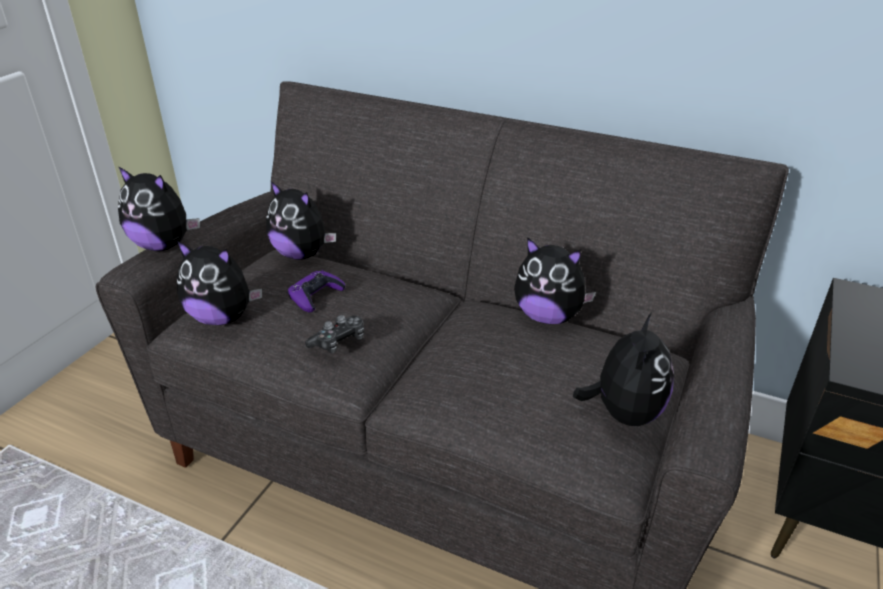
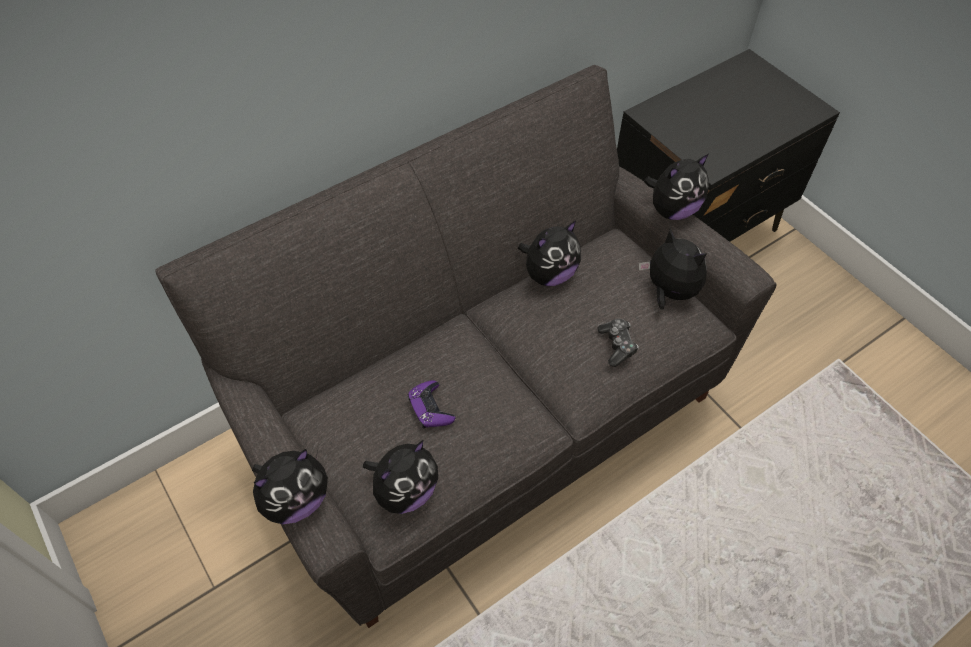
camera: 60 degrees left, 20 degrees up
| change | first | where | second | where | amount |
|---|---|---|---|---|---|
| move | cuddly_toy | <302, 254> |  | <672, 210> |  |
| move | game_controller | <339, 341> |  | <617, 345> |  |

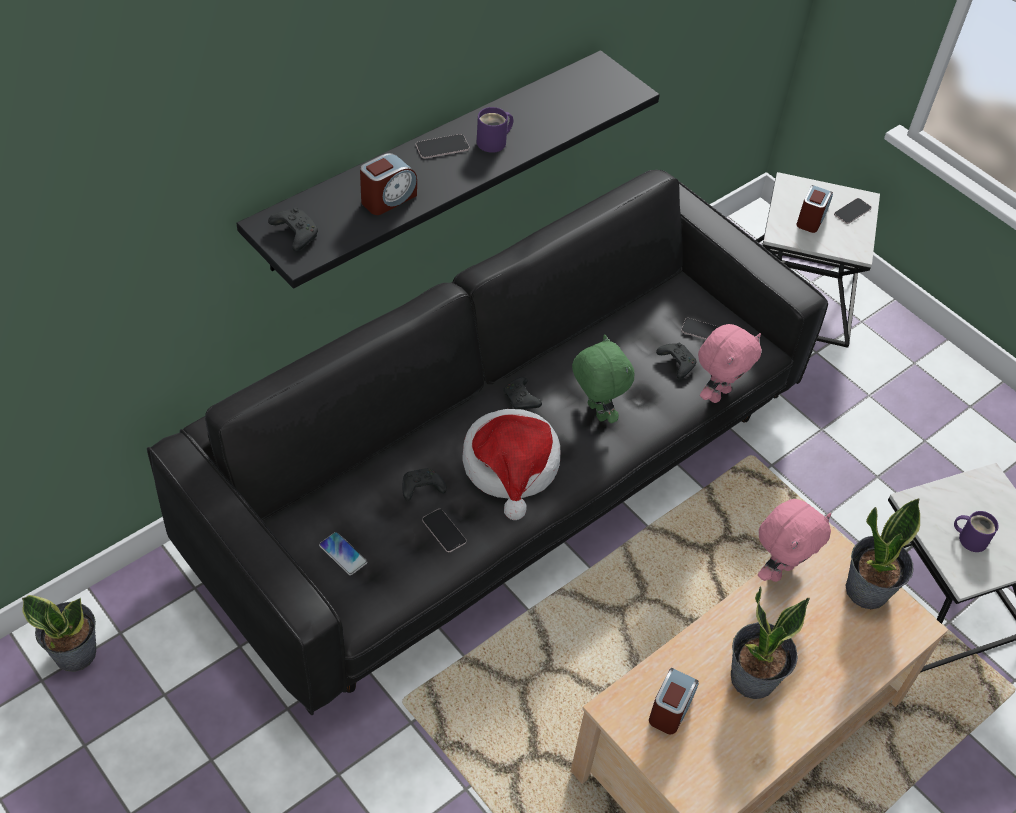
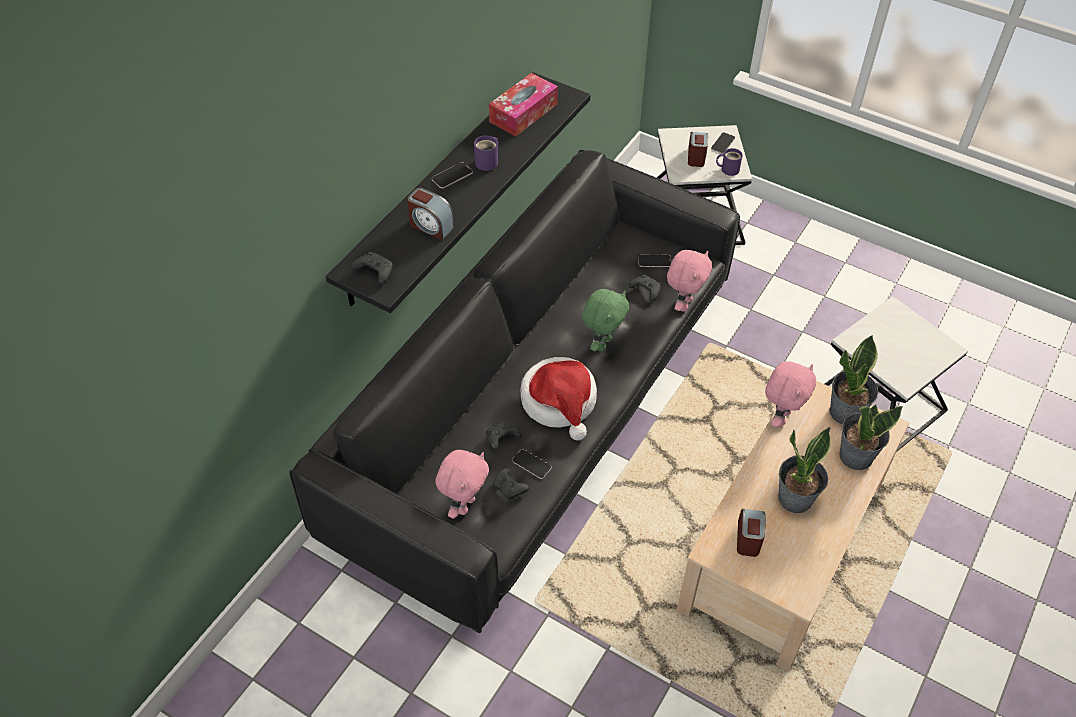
camera: 15 degrees left, 0 degrees up
| change | first | where | second | where | amount |
|---|---|---|---|---|---|
| move | plant_in_a_pot | <75, 652> |  | <855, 455> |  |
| replace | phone | <343, 554> | pink_cuddly_toy | <465, 505> |  |
| rotate | table_clock | <388, 199> |  | <431, 226> | 90 degrees clockwise |
| move | black-coloured_game_controller | <521, 400> |  | <510, 488> |  |
| rotate | greenish_cuddly_toy | <595, 412> |  | <602, 343> | 75 degrees clockwise |
| move | purple_coffee_mug | <970, 538> |  | <728, 169> |  |
| insert |  |  | box_of_tissues | <523, 113> |  |

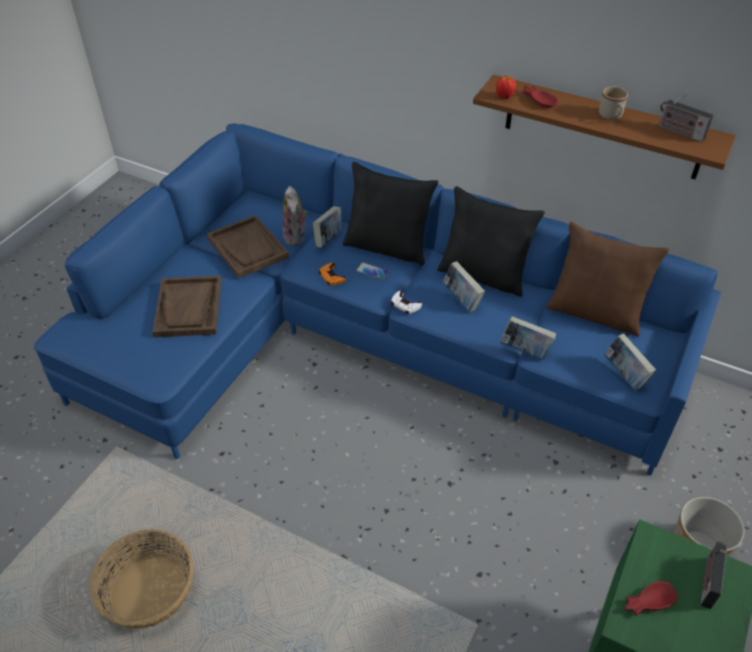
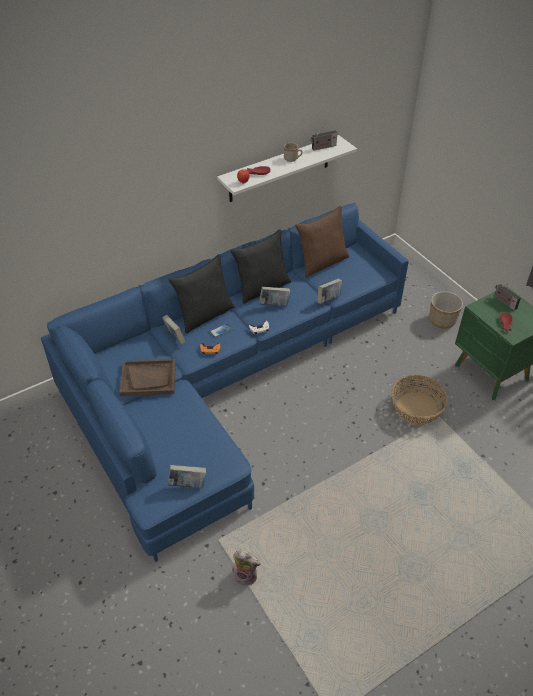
camera: 60 degrees left, 0 degrees up
| change | first | where | second | where | amount |
|---|---|---|---|---|---|
| move | basket | <150, 590> |  | <416, 408> |  |
| delete | brown-coloured_carrying_tray | <189, 308> |  |  |  |
| move | cuddly_toy | <296, 237> |  | <246, 575> |  |
| recolor | brown-coloured_bracket_shelf | <602, 128> | white_bracket_shelf | <279, 169> |  |
| move | volume | <624, 375> |  | <188, 484> |  |

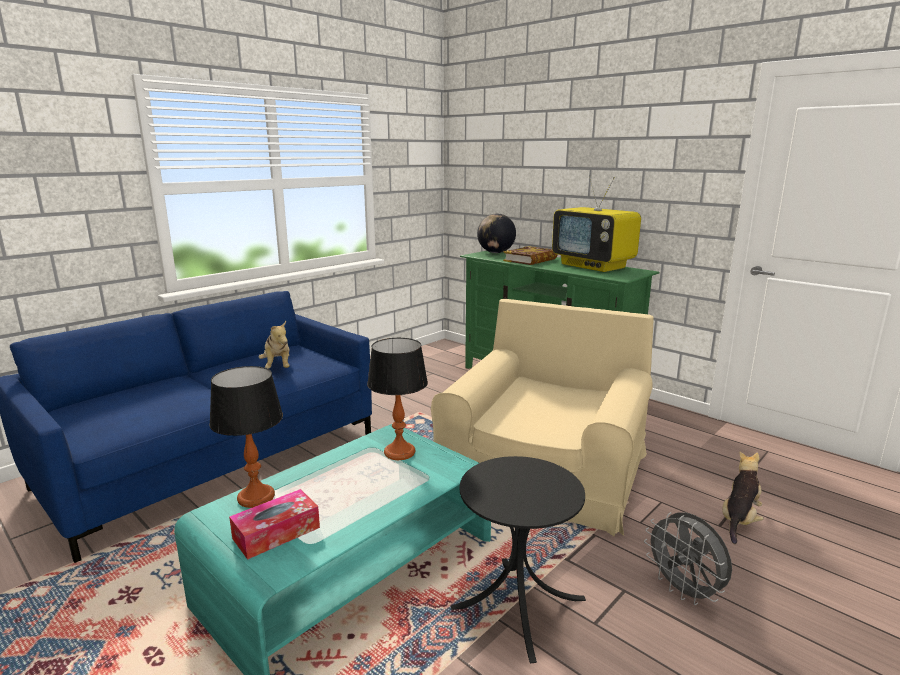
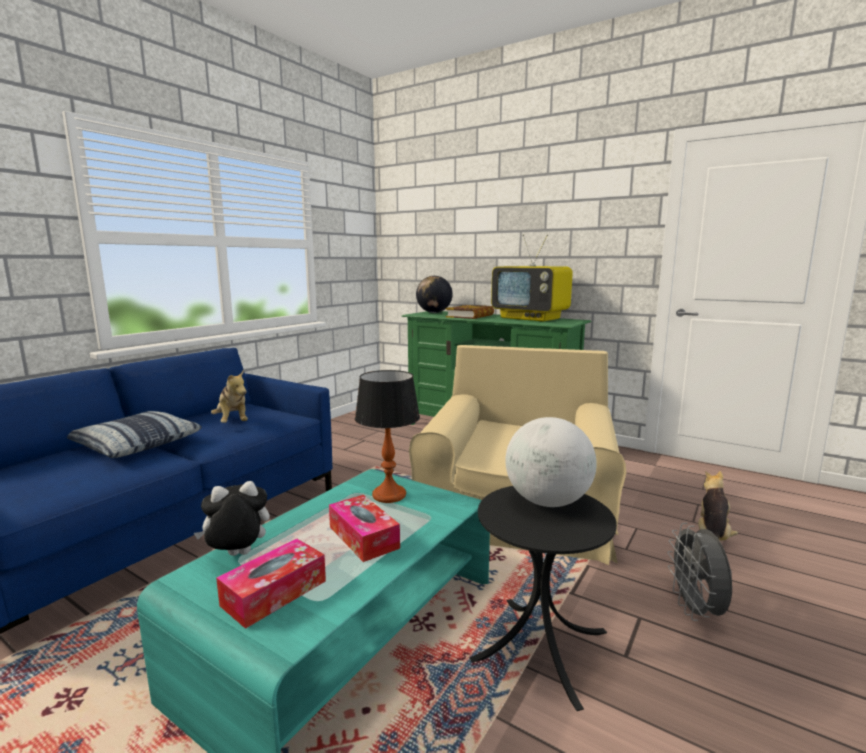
camera: 10 degrees left, 5 degrees down
| change | first | where | second | where | amount |
|---|---|---|---|---|---|
| replace | lamp_for_a_table | <255, 497> | cuddly_toy | <237, 556> |  |
| rotate | grey_cooling_fan | <684, 591> |  | <696, 611> | 45 degrees clockwise |
| insert |  |  | pillow | <134, 445> |  |
| insert |  |  | box_of_tissues | <363, 537> |  |
| insert |  |  | world_globe | <548, 502> |  |

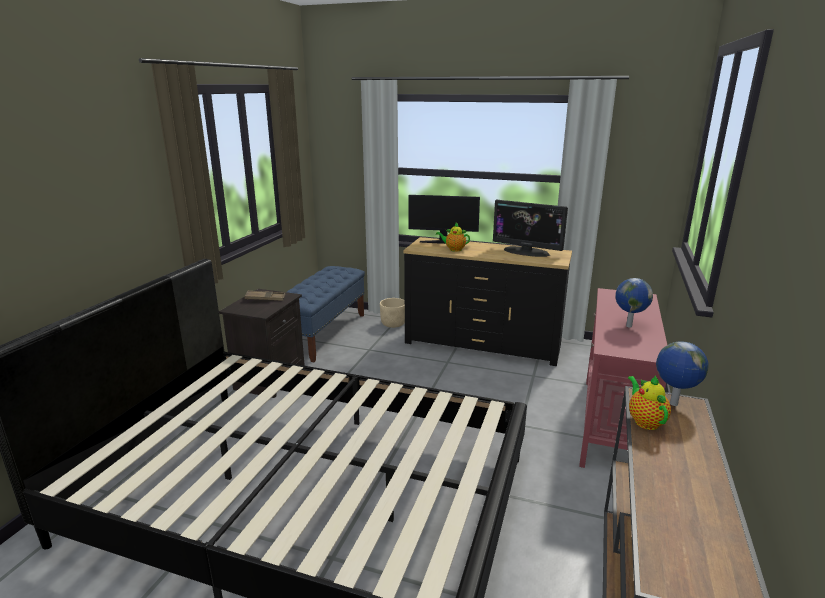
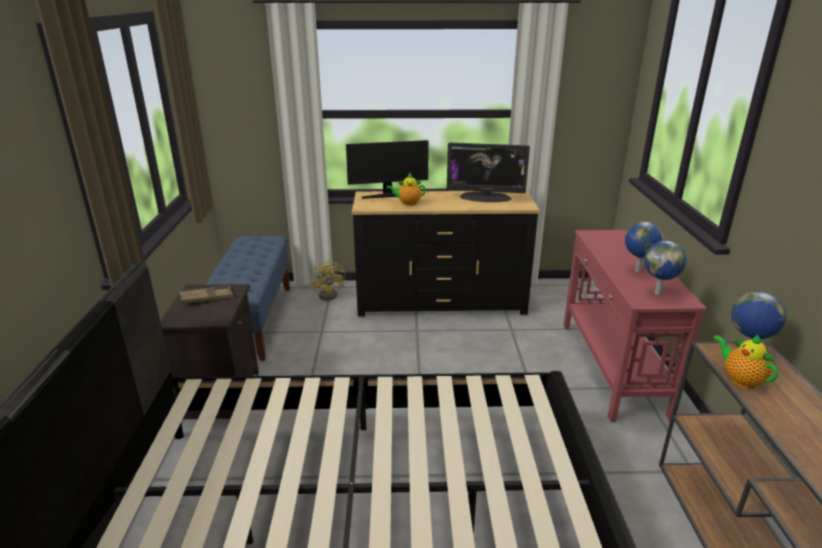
camera: 20 degrees left, 5 degrees up
| change | first | where | second | where | amount |
|---|---|---|---|---|---|
| replace | beige_planter | <393, 324> | yellow-coloured_cooling_fan | <330, 294> |  |
| insert |  |  | world_globe | <658, 293> |  |

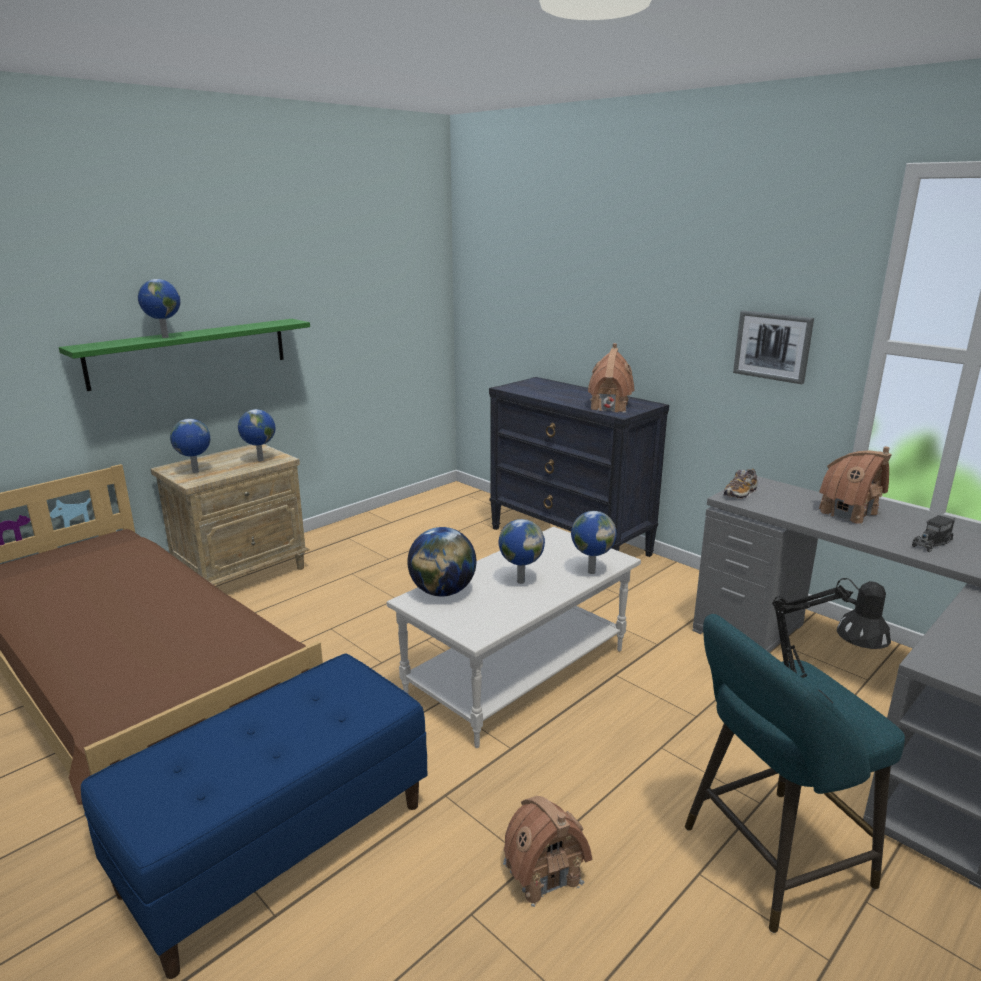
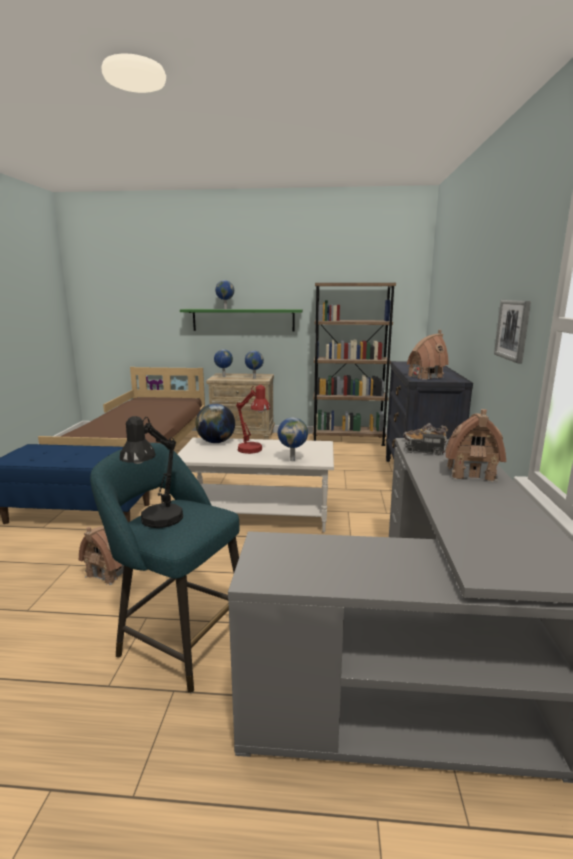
camera: 50 degrees right, 5 degrees down
| change | first | where | second | where | amount |
|---|---|---|---|---|---|
| replace | world_globe | <520, 581> | reddish_lamp_for_a_table | <253, 451> |  |
| move | toy_truck | <931, 543> |  | <426, 452> |  |
| insert |  |  | brown-coloured_bookcase | <348, 440> |  |

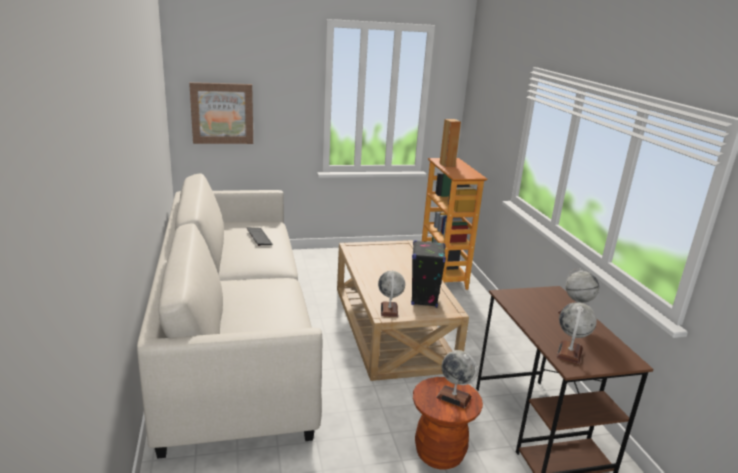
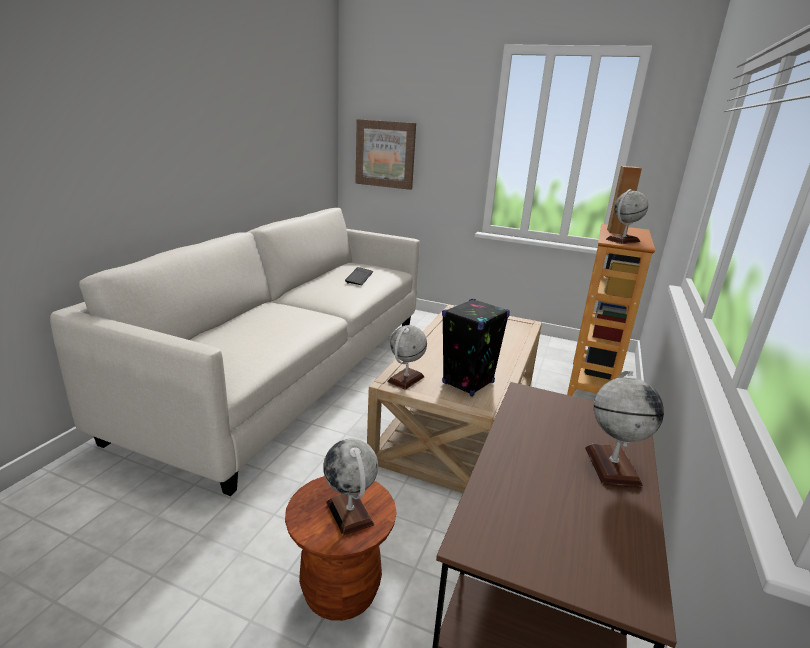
camera: 35 degrees right, 0 degrees up
| change | first | where | second | where | amount |
|---|---|---|---|---|---|
| move | world_globe | <569, 353> |  | <622, 240> |  |

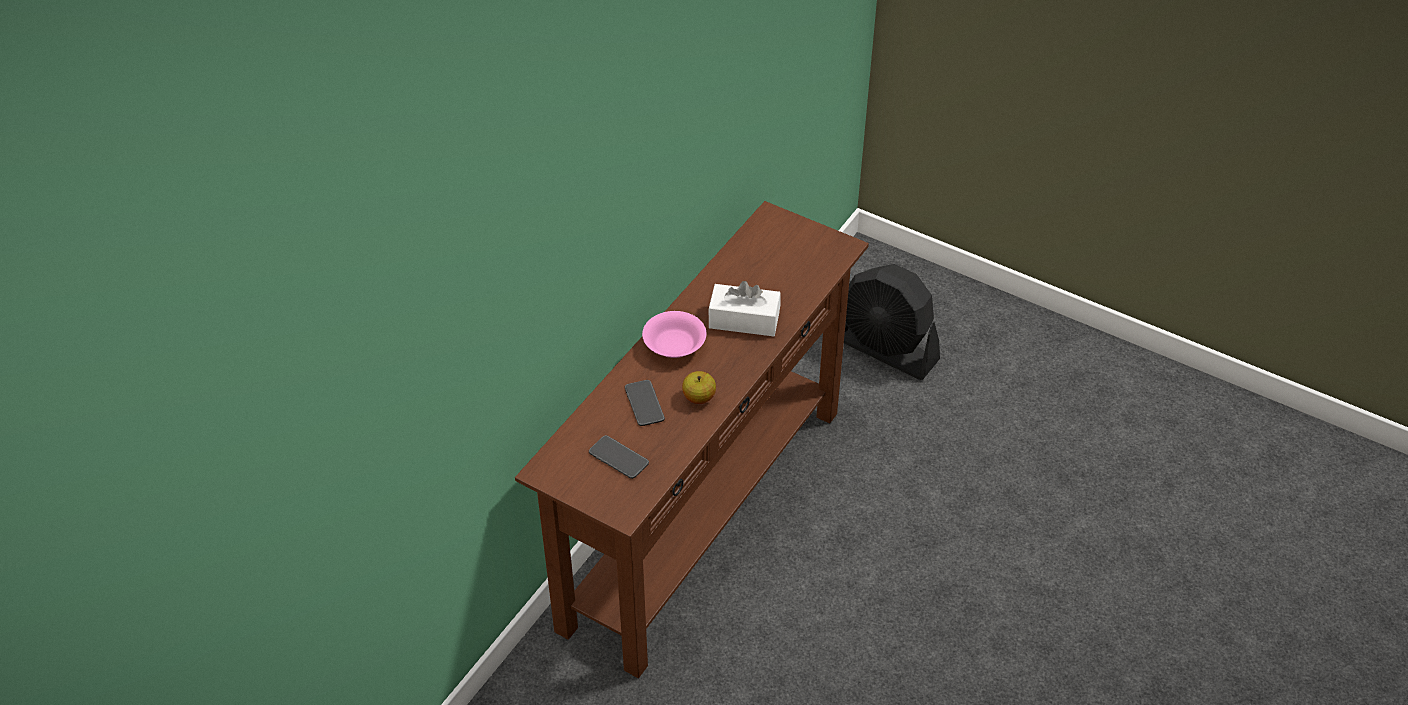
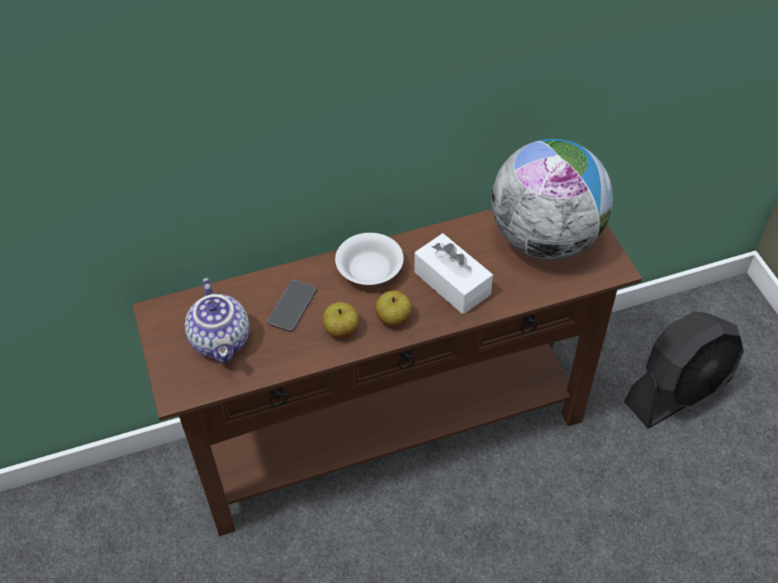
camera: 40 degrees right, 5 degrees up
| change | first | where | second | where | amount |
|---|---|---|---|---|---|
| replace | phone | <618, 458> | teapot | <222, 340> |  |
| recolor | pink_deep_dish | <673, 346> | white_deep_dish | <368, 270> |  |
| rotate | black-coloured_cooling_fan | <885, 349> |  | <678, 391> | 105 degrees counterclockwise |
| insert |  |  | apple_fruit | <393, 318> |  |
| insert |  |  | world_globe | <545, 238> |  |

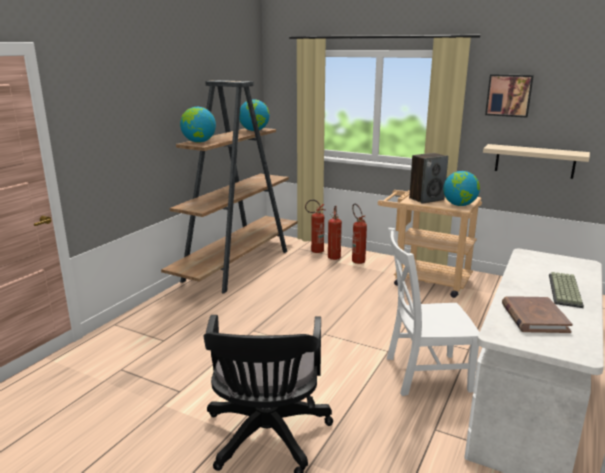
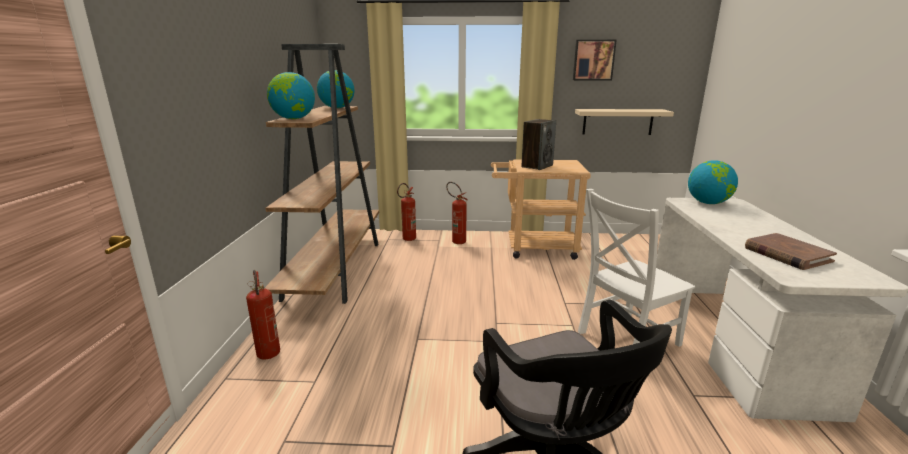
camera: 25 degrees left, 0 degrees up
| change | first | where | second | where | amount |
|---|---|---|---|---|---|
| move | fire-fighting_cylinder | <334, 258> |  | <269, 356> |  |
| move | world_globe | <459, 205> |  | <708, 203> |  |
| delete | keyboard | <566, 291> |  |  |  |

